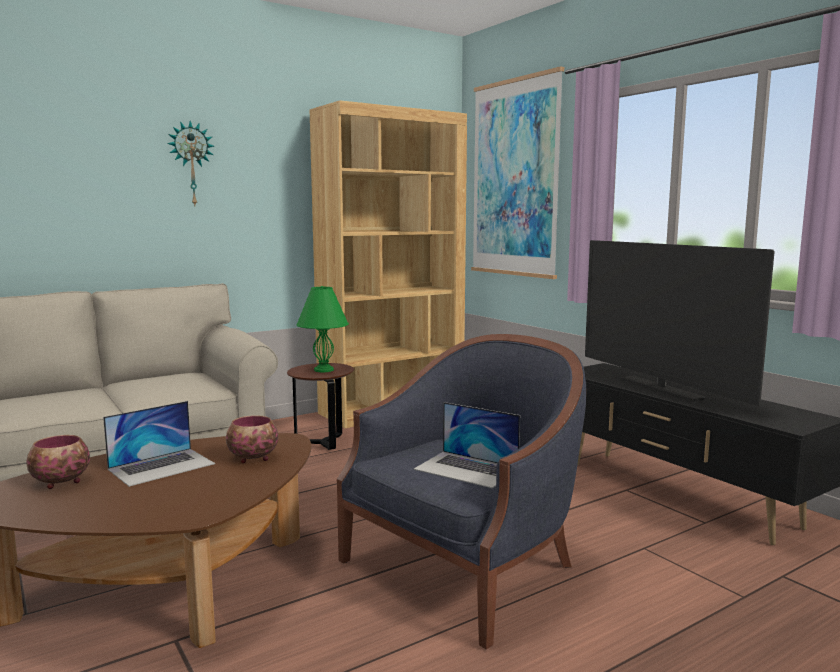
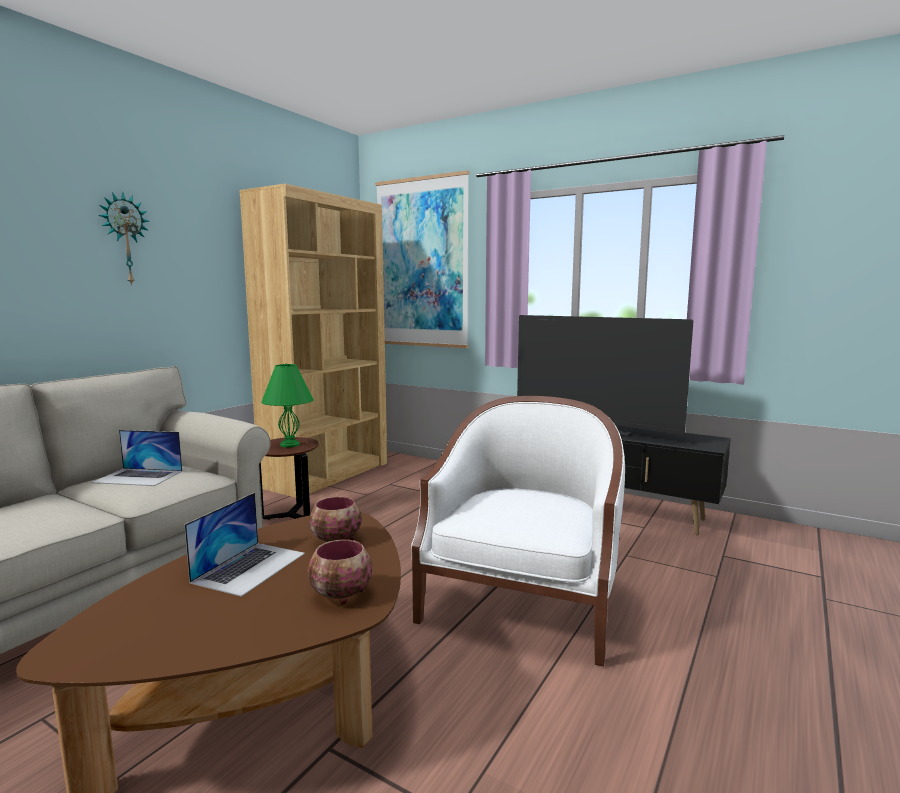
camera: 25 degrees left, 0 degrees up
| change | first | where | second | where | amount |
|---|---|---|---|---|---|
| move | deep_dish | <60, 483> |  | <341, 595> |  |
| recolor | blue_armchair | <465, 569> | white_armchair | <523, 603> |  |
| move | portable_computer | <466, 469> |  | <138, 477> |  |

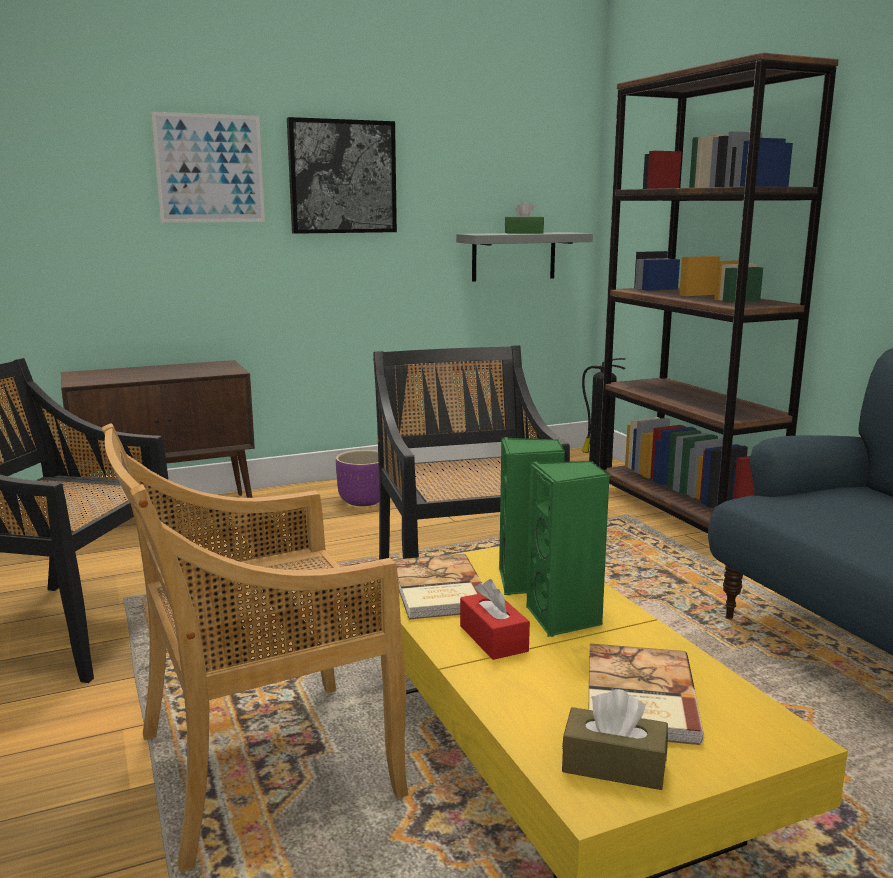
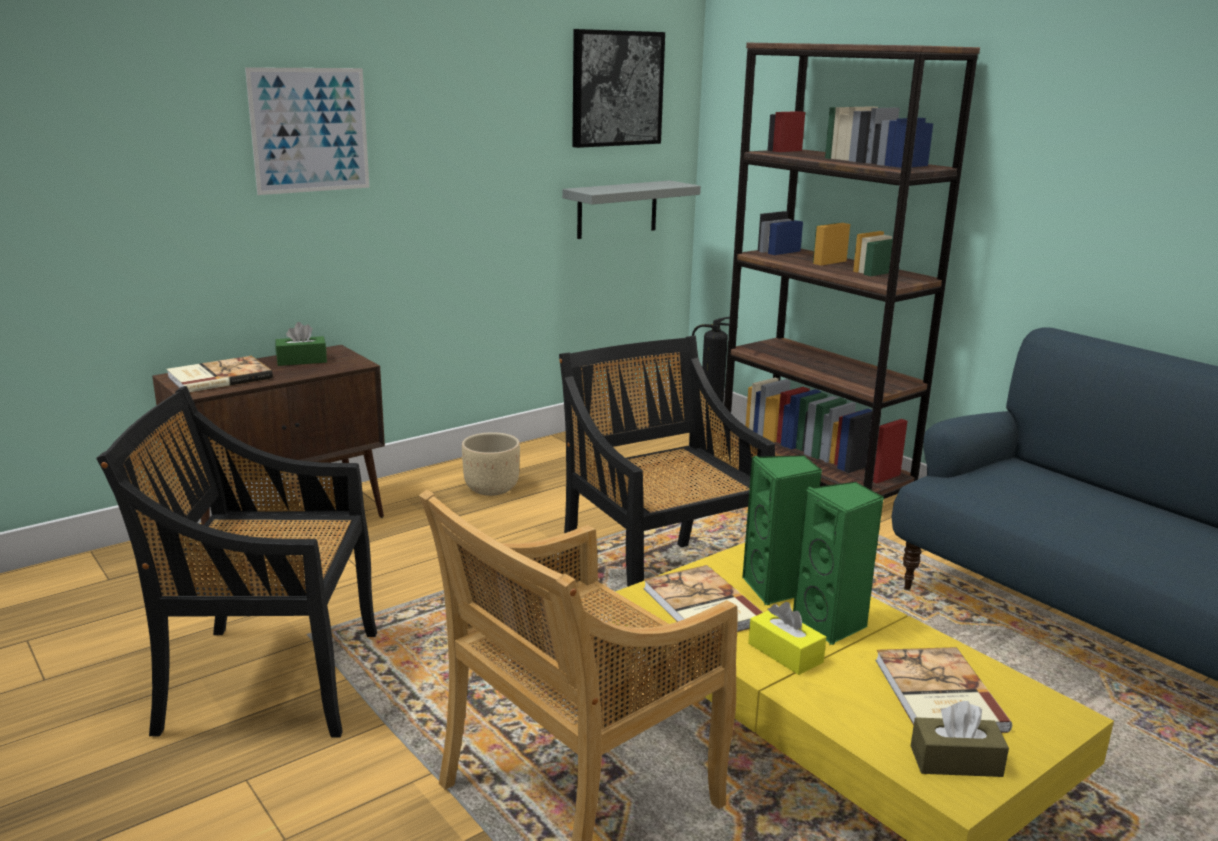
camera: 15 degrees left, 5 degrees up
| change | first | where | second | where | amount |
|---|---|---|---|---|---|
| move | wall_art | <342, 177> |  | <616, 88> |  |
| recolor | purple_planter | <363, 501> | beige_planter | <490, 489> |  |
| recolor | reddish_box_of_tissues | <493, 638> | yellow-coloured_box_of_tissues | <785, 653> |  |
| move | greenish_box_of_tissues | <524, 233> |  | <302, 360> |  |
| insert |  |  | volume | <218, 377> |  |

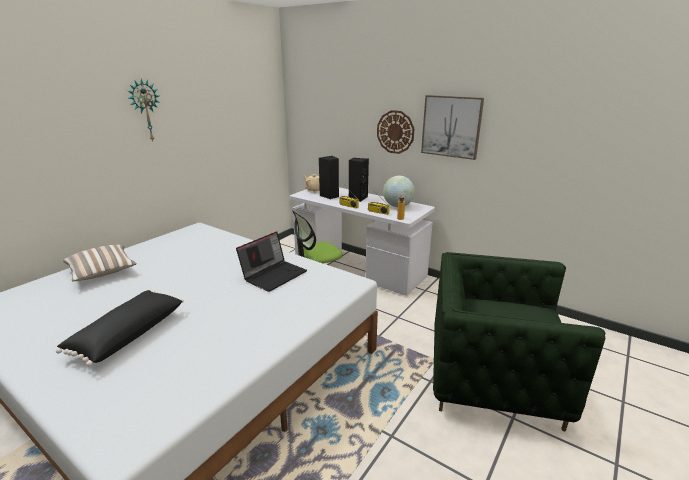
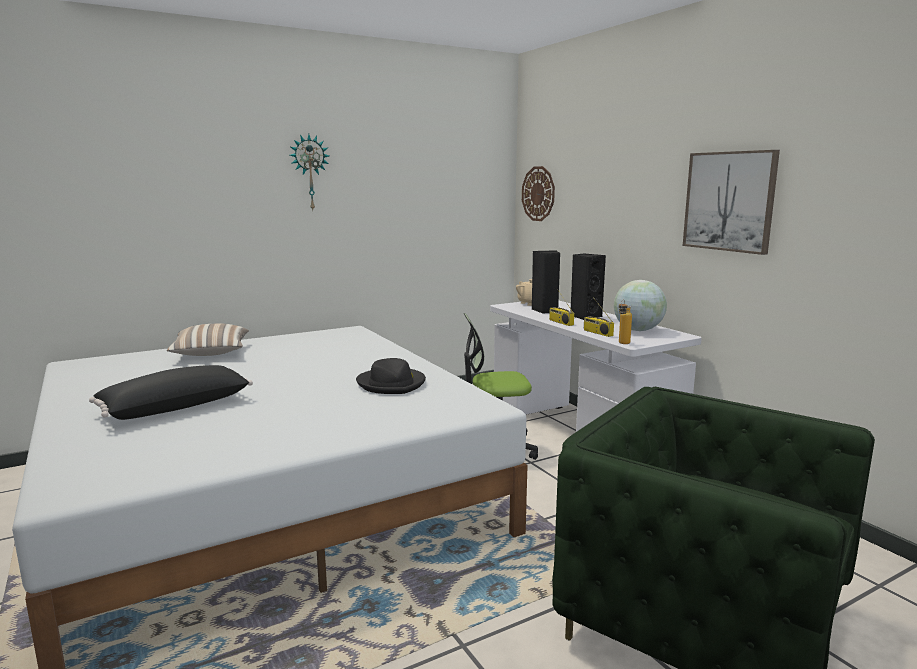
camera: 25 degrees right, 10 degrees down
| change | first | where | second | where | amount |
|---|---|---|---|---|---|
| replace | portable_computer | <274, 275> | black-coloured_hat | <392, 384> |  |
| move | wall_clock | <395, 132> |  | <538, 193> |  |

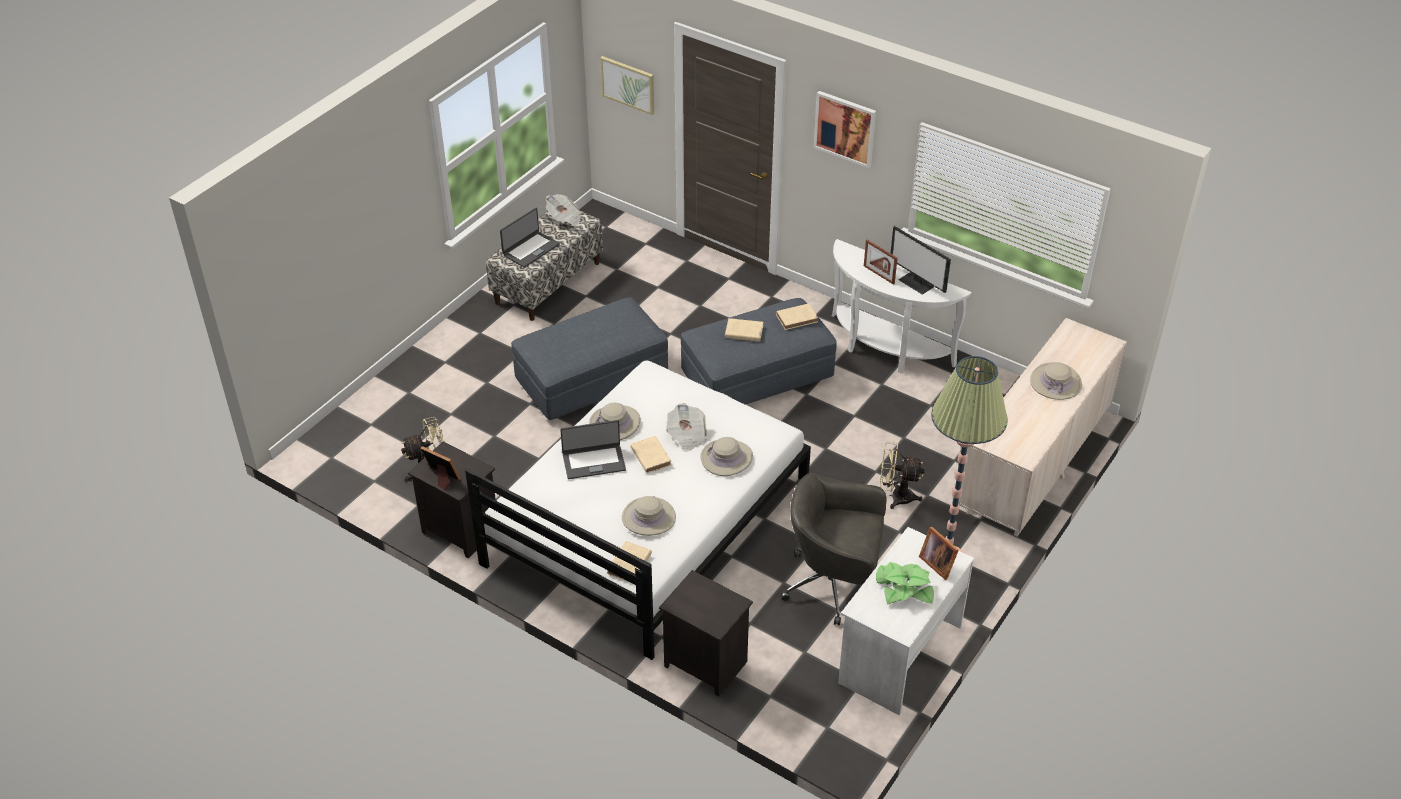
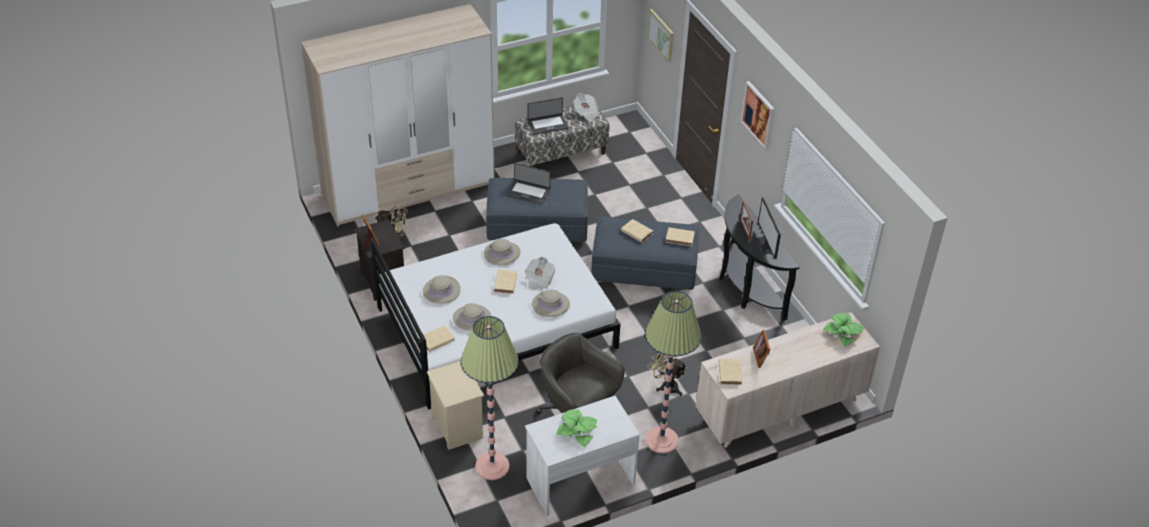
camera: 30 degrees right, 0 degrees up
| change | first | where | second | where | amount |
|---|---|---|---|---|---|
| move | portable_computer | <593, 461> |  | <528, 192> |  |
| recolor | black-coloured_bedside_table | <704, 664> | beige_bedside_table | <456, 427> |  |
| recolor | white_narrow_table | <884, 349> | black-coloured_narrow_table | <745, 288> |  |
| move | photo_frame | <937, 563> |  | <762, 356> |  |
| move | beige_hat | <1056, 382> |  | <441, 290> |  |
| insert |  |  | armoire | <409, 189> |  |
| insert |  |  | standing_lamp | <492, 466> |  |
| insert |  |  | beige_volume | <729, 372> |  |
| insert |  |  | plant_in_a_pot | <843, 332> |  |

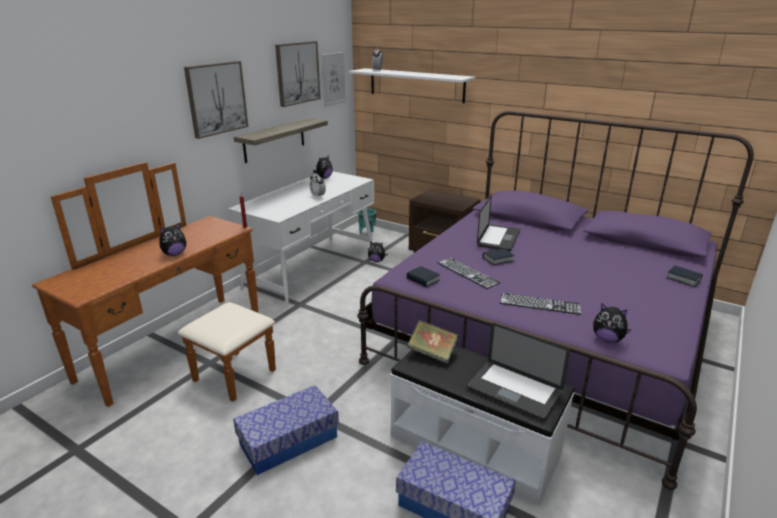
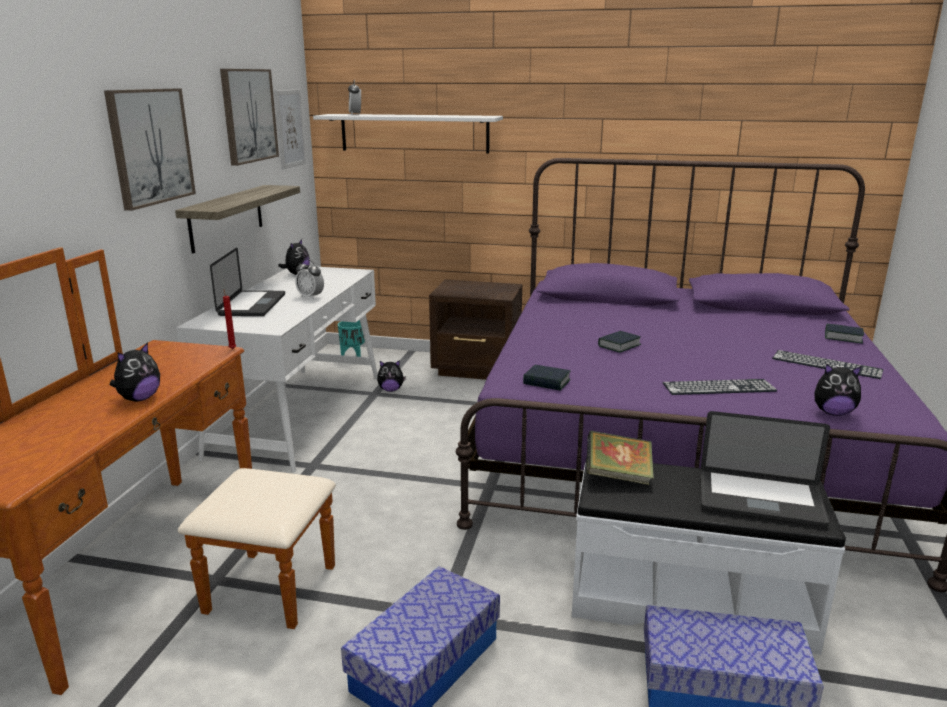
camera: 20 degrees left, 5 degrees down
| change | first | where | second | where | amount |
|---|---|---|---|---|---|
| move | keyboard | <467, 273> |  | <826, 364> |  |
| move | portable_computer | <498, 238> |  | <252, 305> |  |

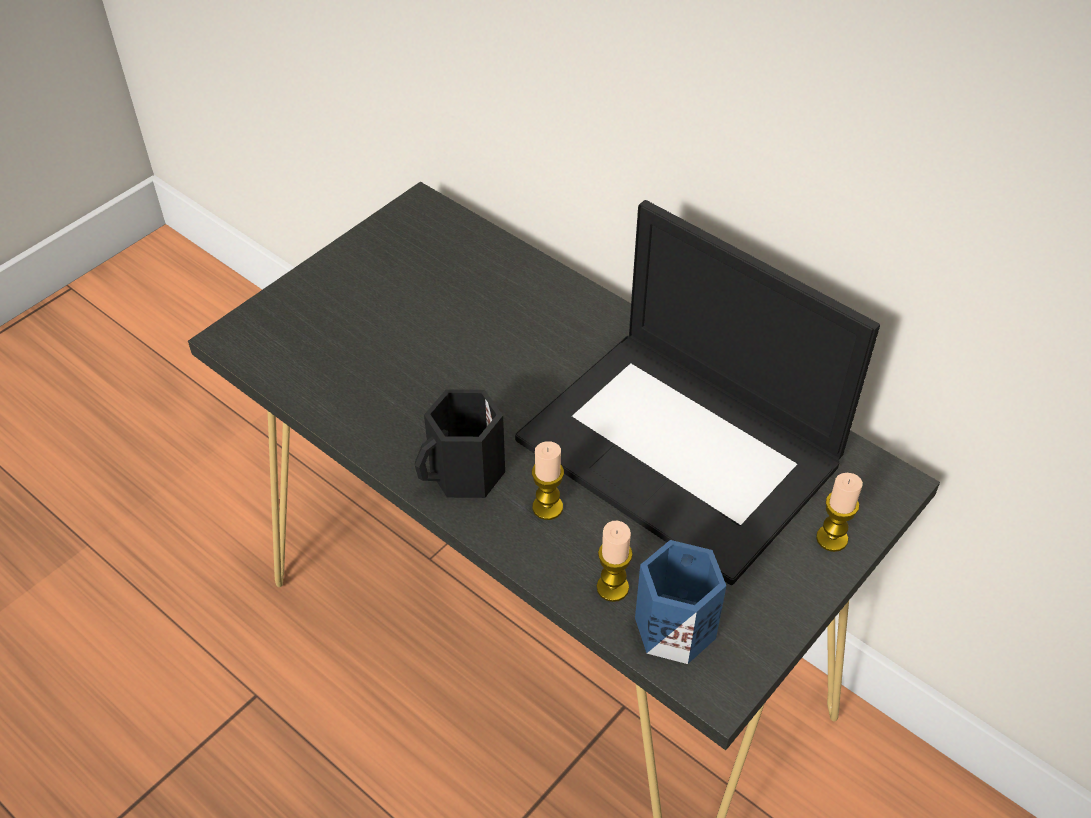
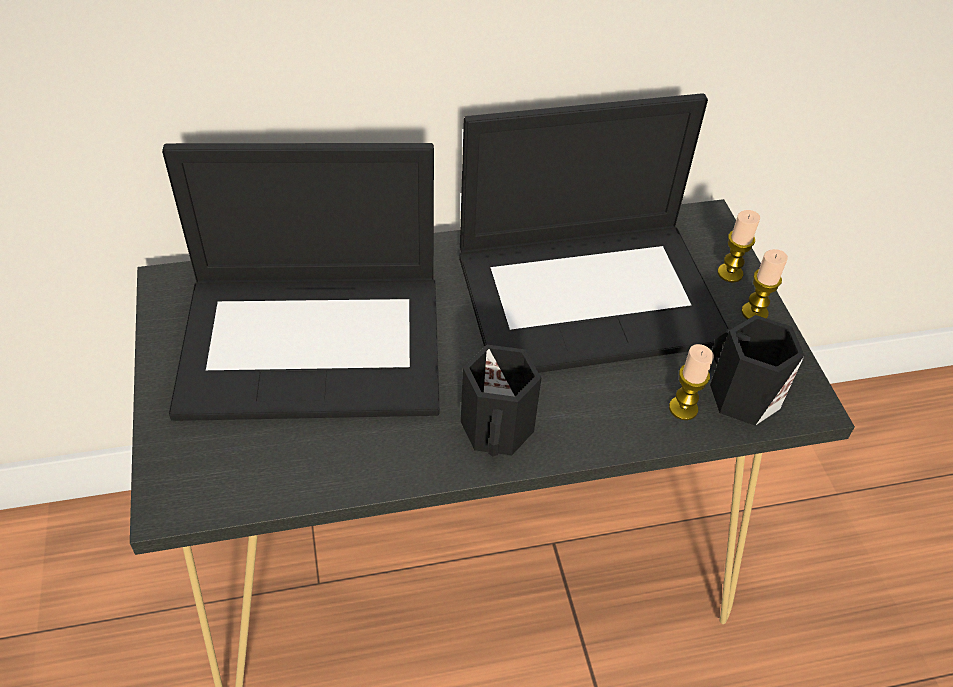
camera: 55 degrees left, 0 degrees up
| change | first | where | second | where | amount |
|---|---|---|---|---|---|
| move | candle | <547, 507> |  | <754, 312> |  |
| recolor | blue_coffee_mug | <673, 624> | black-coloured_coffee_mug | <740, 395> |  |
| insert |  |  | portable_computer | <315, 343> |  |

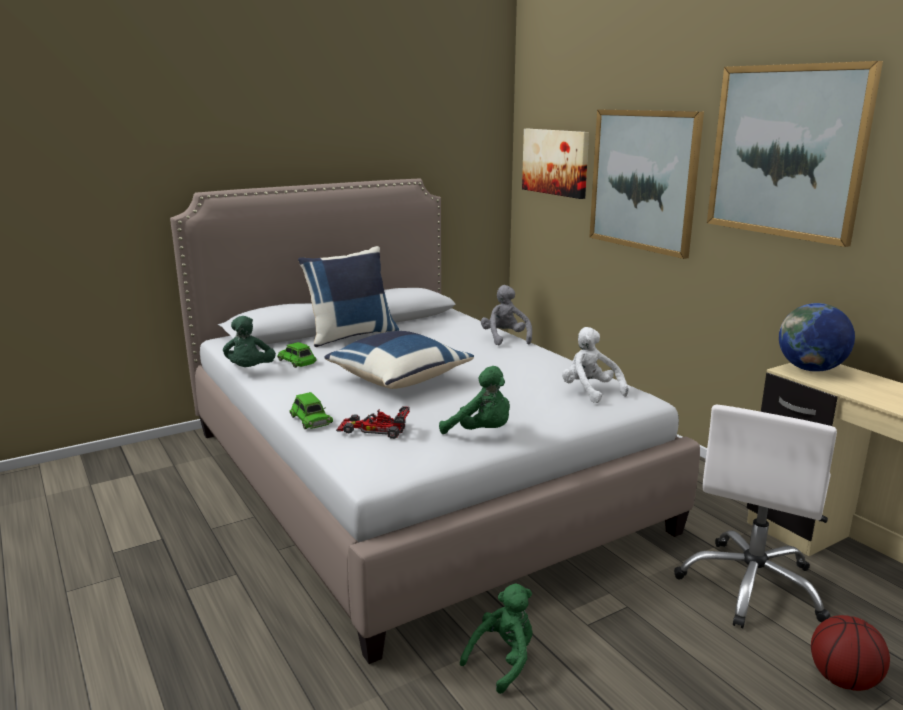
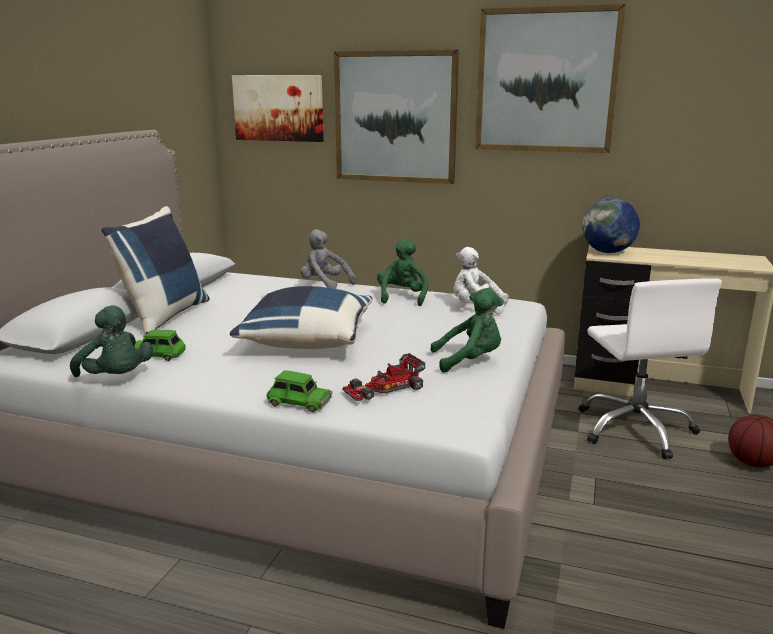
camera: 40 degrees left, 0 degrees up
| change | first | where | second | where | amount |
|---|---|---|---|---|---|
| move | greenish_cuddly_toy | <503, 660> |  | <402, 297> |  |

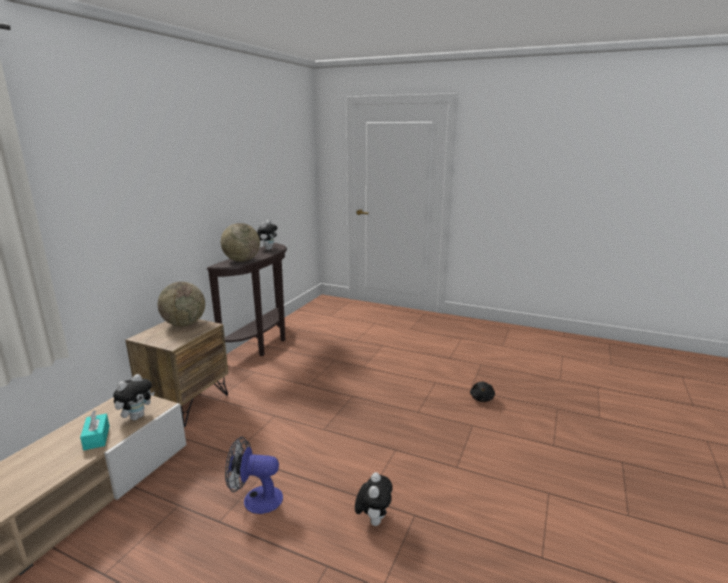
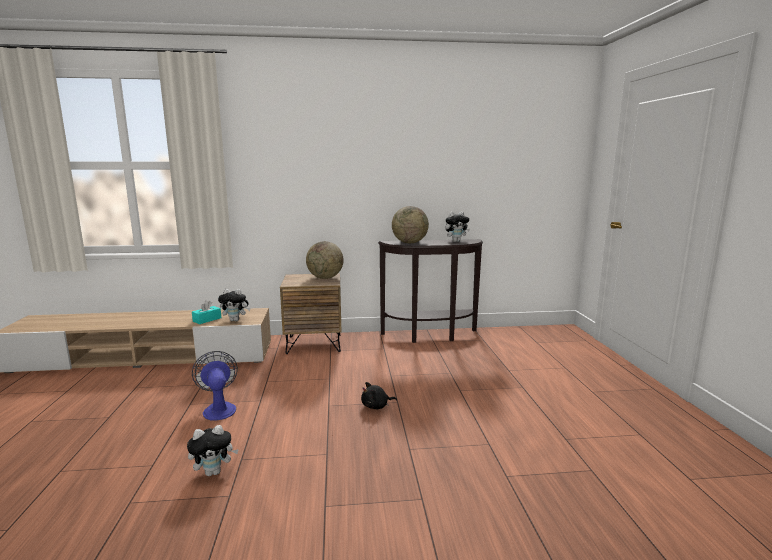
camera: 60 degrees right, 5 degrees down
| change | first | where | second | where | amount |
|---|---|---|---|---|---|
| move | black-coloured_cuddly_toy | <482, 398> |  | <376, 406> |  |

